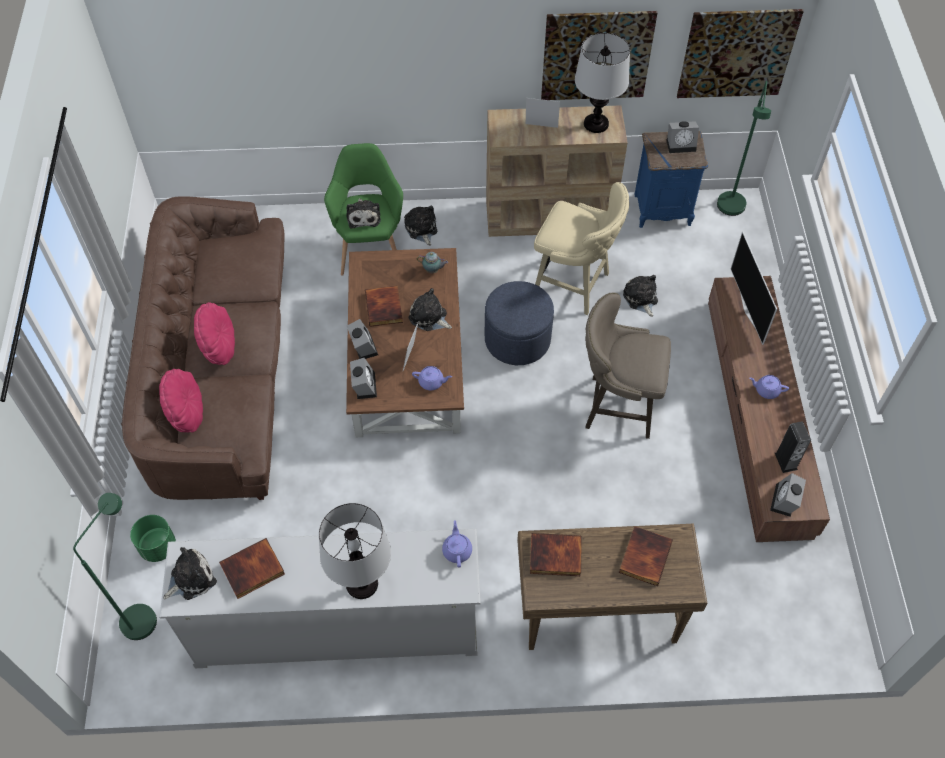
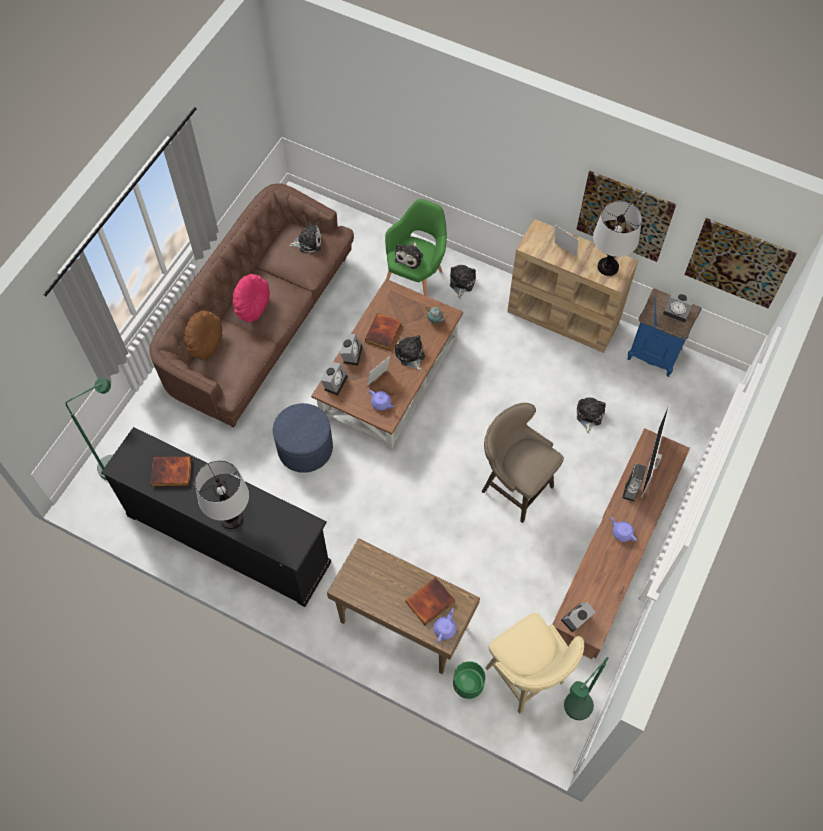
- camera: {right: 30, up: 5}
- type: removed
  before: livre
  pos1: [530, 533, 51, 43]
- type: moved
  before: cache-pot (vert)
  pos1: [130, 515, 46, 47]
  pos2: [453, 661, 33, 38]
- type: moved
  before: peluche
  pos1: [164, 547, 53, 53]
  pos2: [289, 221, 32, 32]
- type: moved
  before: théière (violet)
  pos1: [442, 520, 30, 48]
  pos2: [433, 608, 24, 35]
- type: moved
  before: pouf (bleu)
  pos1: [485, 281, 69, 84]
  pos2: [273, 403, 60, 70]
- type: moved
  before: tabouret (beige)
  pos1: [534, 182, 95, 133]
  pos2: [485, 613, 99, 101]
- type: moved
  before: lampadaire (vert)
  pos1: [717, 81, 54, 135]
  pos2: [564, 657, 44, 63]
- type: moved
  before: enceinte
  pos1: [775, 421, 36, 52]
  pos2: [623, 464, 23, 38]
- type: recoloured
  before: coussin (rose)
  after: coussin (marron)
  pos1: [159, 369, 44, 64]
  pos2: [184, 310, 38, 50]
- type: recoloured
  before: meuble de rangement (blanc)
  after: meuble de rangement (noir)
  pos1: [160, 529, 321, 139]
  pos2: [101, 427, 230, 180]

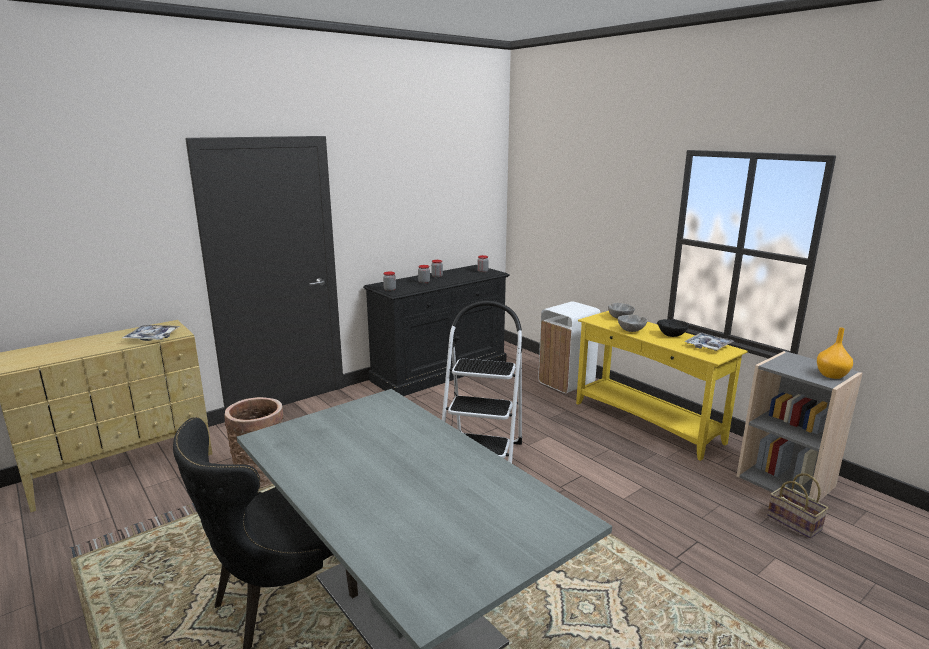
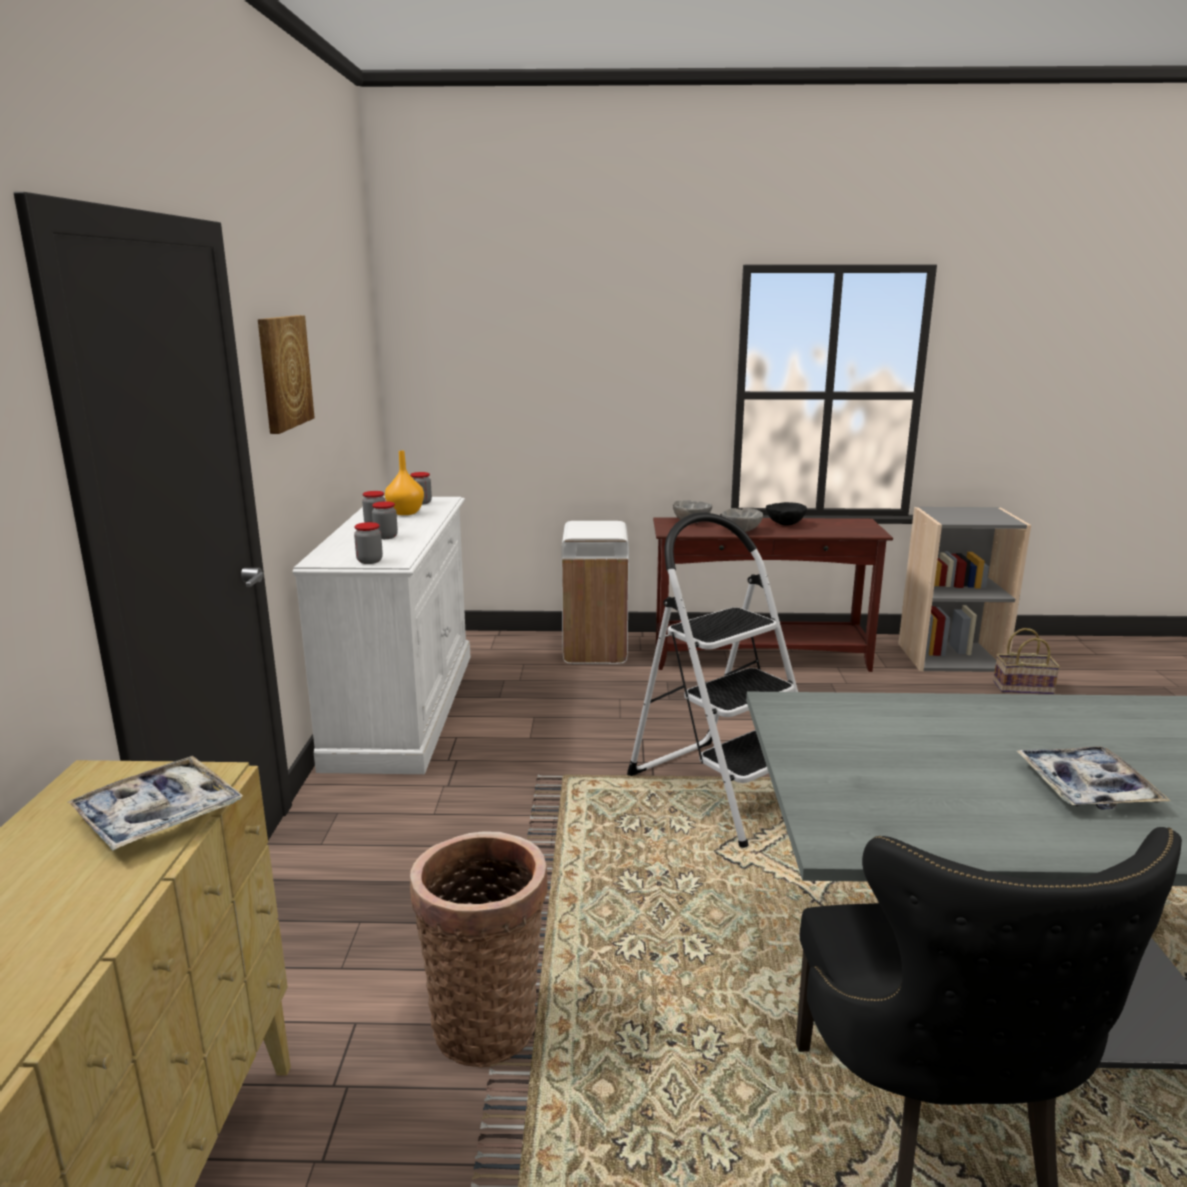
- camera: {right: -50, up: 0}
- type: added
  after: tableau
  pos2: [258, 315, 57, 119]
- type: moved
  before: plateau
  pos1: [684, 333, 50, 18]
  pos2: [1017, 746, 154, 64]
- type: moved
  before: vase (orange)
  pos1: [817, 327, 36, 52]
  pos2: [385, 451, 39, 64]
- type: recoloured
  before: meuble de rangement (noir)
  after: meuble de rangement (blanc)
  pos1: [363, 265, 147, 131]
  pos2: [293, 496, 177, 278]
- type: recoloured
  before: table console (jaune)
  after: table console (marron)
  pos1: [576, 311, 172, 150]
  pos2: [653, 517, 240, 155]

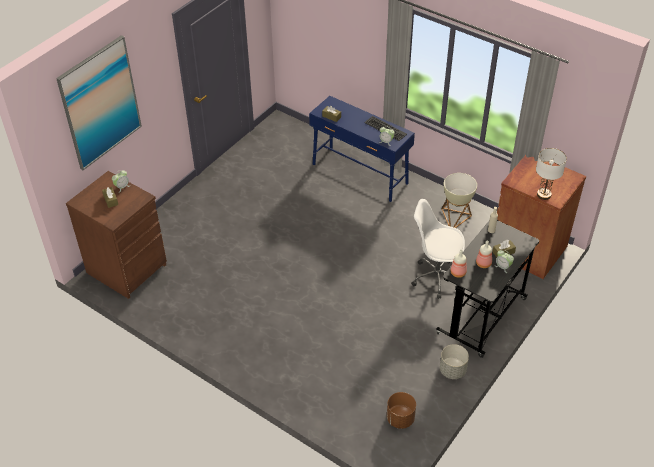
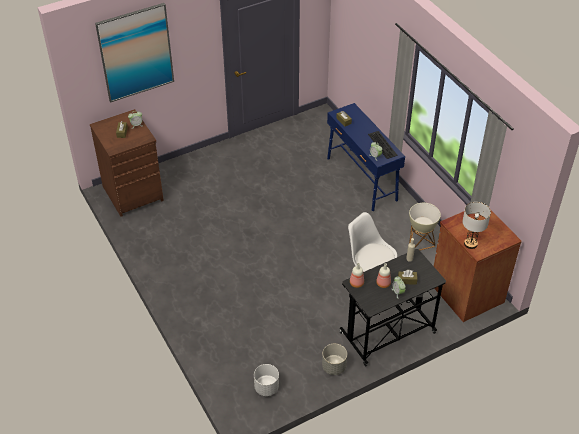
- camera: {right: 25, up: 0}
- type: recoloured
  before: cache-pot (marron)
  after: cache-pot (blanc)
  pos1: [387, 392, 29, 37]
  pos2: [254, 364, 25, 32]

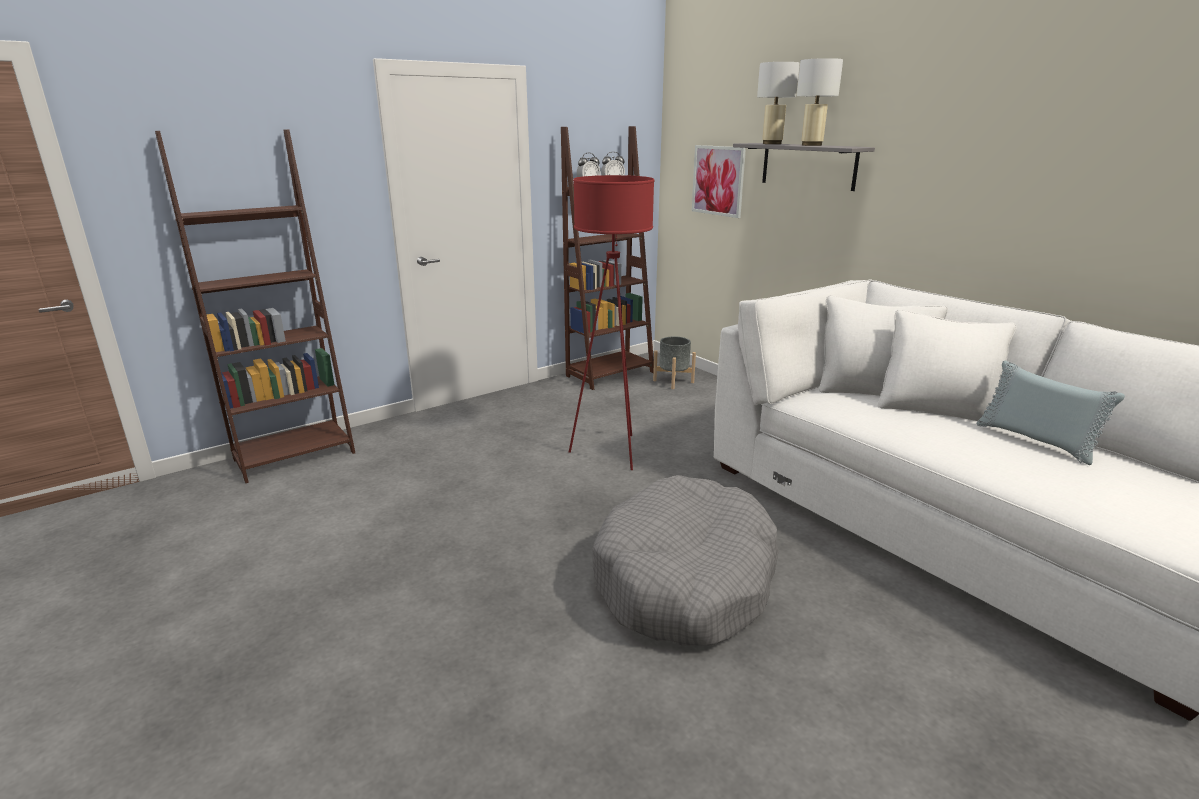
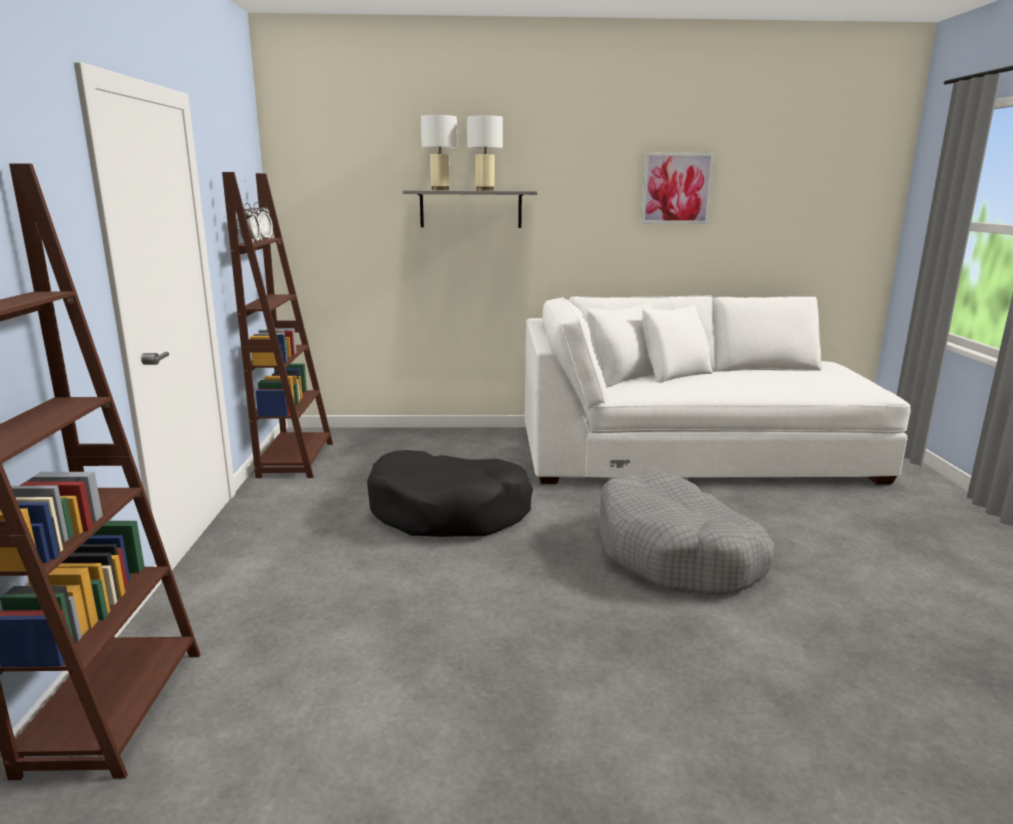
- camera: {right: -55, up: -5}
- type: removed
  before: cache-pot (gris)
  pos1: [653, 336, 43, 53]
- type: removed
  before: coussin (bleu)
  pos1: [977, 361, 148, 104]
- type: moved
  before: tableau
  pos1: [692, 145, 54, 73]
  pos2: [641, 152, 74, 72]
- type: replaced
  before: lampadaire (rouge)
  after: panier pour chien (noir)
  pos1: [569, 175, 85, 295]
  pos2: [367, 450, 166, 87]

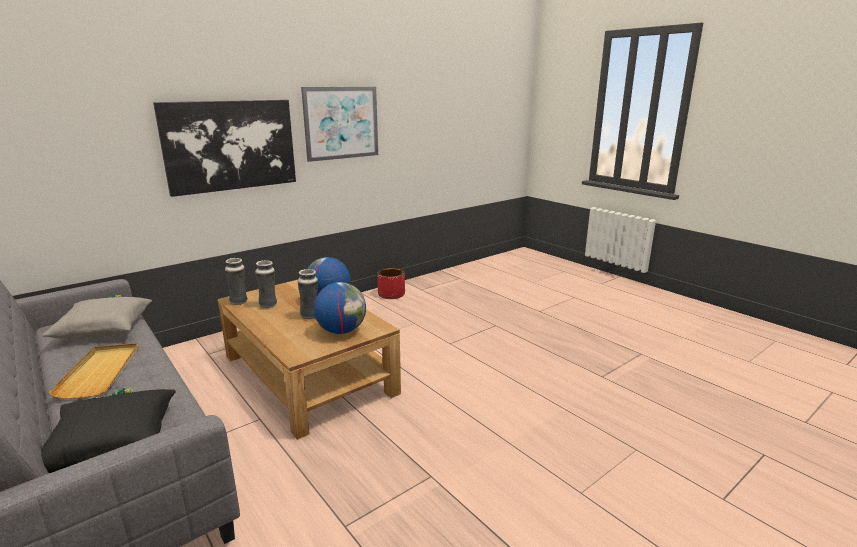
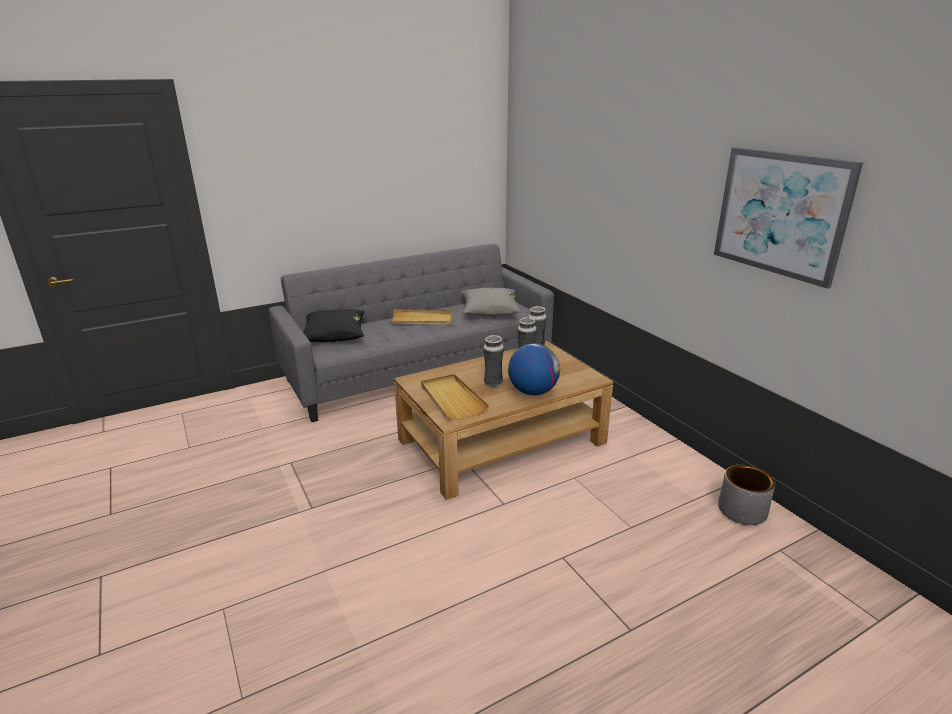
- camera: {right: 100, up: 5}
- type: removed
  before: tableau
  pos1: [153, 100, 143, 97]
- type: replaced
  before: globe
  after: plateau (beige)
  pos1: [314, 282, 52, 52]
  pos2: [421, 374, 68, 46]
- type: recoloured
  before: cache-pot (rouge)
  after: cache-pot (gris)
  pos1: [377, 268, 28, 31]
  pos2: [718, 465, 57, 60]

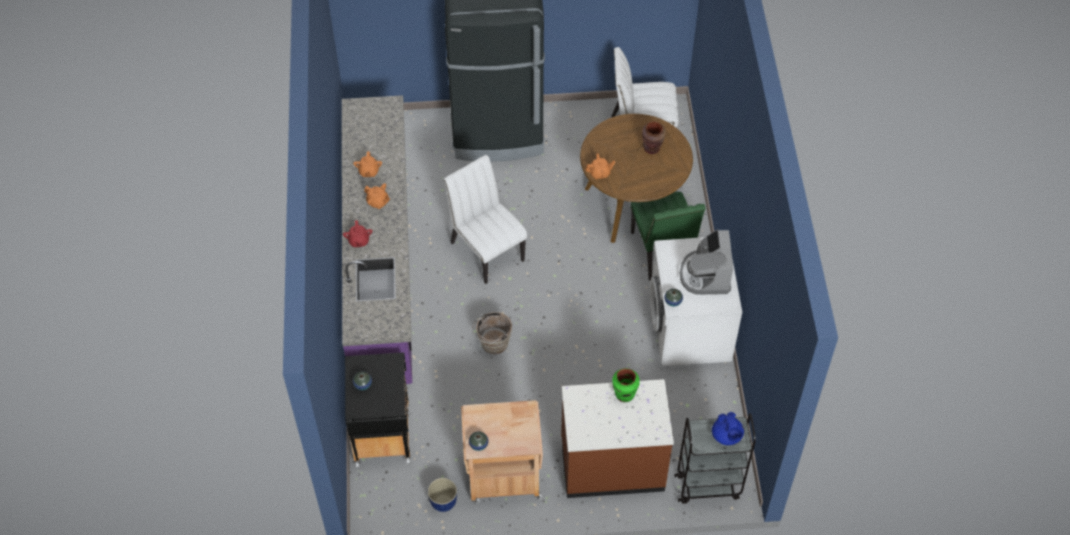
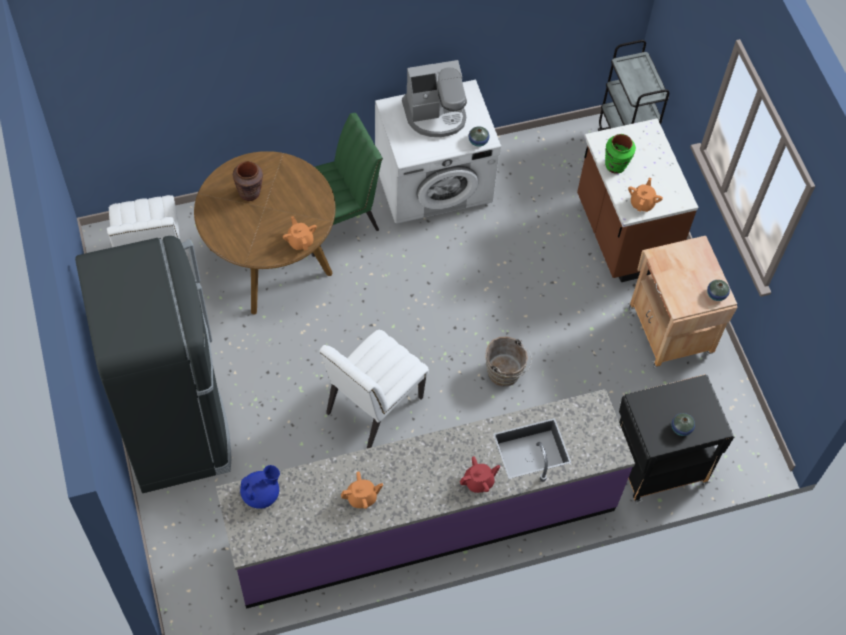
- camera: {right: -105, up: 5}
- type: removed
  before: cache-pot
  pos1: [427, 478, 30, 34]
- type: moved
  before: théière (orange)
  pos1: [364, 183, 26, 26]
  pos2: [628, 178, 35, 34]
- type: moved
  before: théière (bleu)
  pos1: [712, 412, 32, 33]
  pos2: [240, 465, 40, 44]

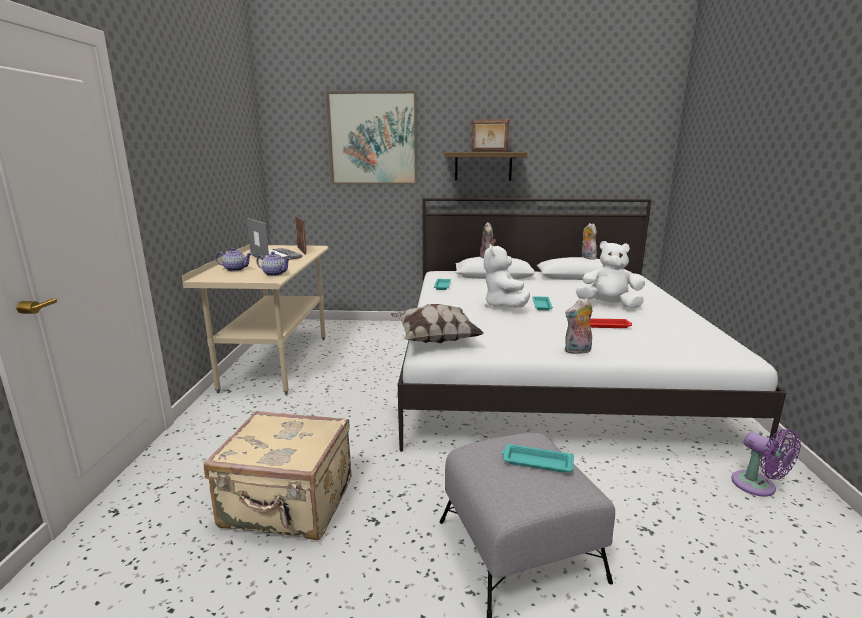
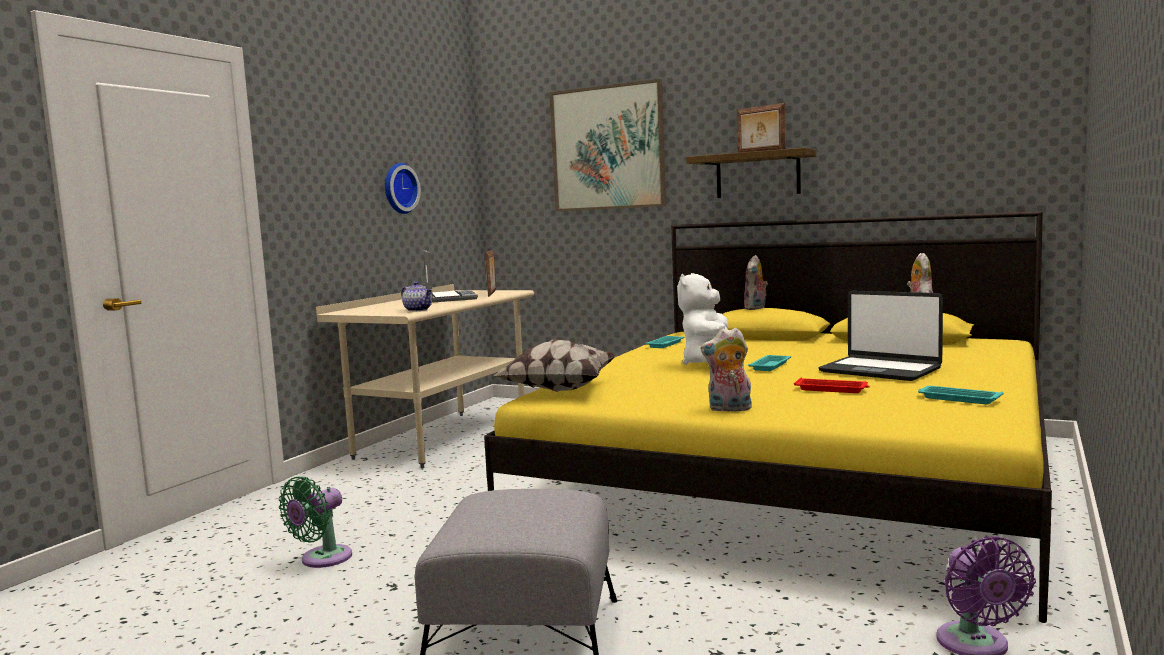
- camera: {right: 25, up: -10}
- type: removed
  before: théière
  pos1: [216, 248, 36, 23]
- type: added
  after: horloge murale
  pos2: [385, 163, 36, 51]
- type: moved
  before: plateau (turquoise)
  pos1: [501, 444, 73, 29]
  pos2: [918, 386, 85, 18]
- type: replaced
  before: valise (beige)
  after: ventilateur (vert)
  pos1: [204, 411, 147, 129]
  pos2: [279, 477, 73, 91]
- type: replaced
  before: peluche (blanc)
  after: ordinateur portable
  pos1: [576, 241, 69, 67]
  pos2: [819, 291, 124, 90]
- type: recoloured
  before: lit (blanc)
  after: lit (jaune)
  pos1: [398, 198, 389, 261]
  pos2: [484, 211, 568, 412]

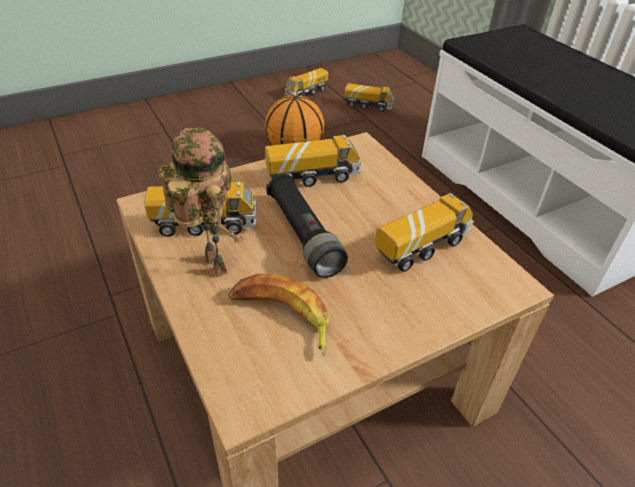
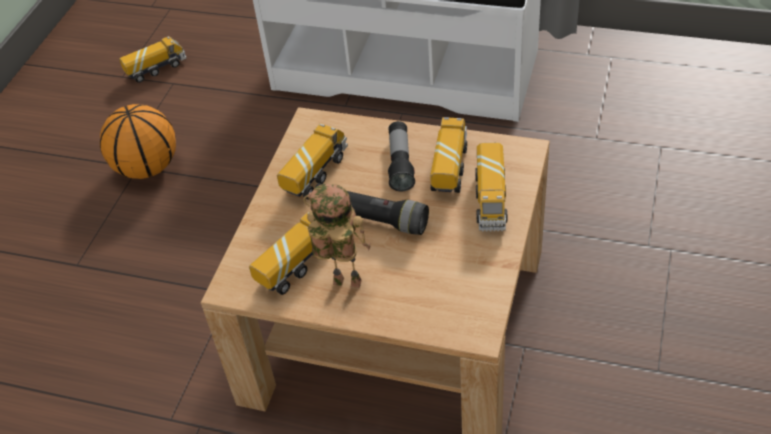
- camera: {right: -40, up: 5}
- type: removed
  before: banane
  pos1: [228, 274, 101, 82]
- type: added
  after: lampe de poche
  pos2: [388, 121, 27, 70]
- type: moved
  before: camion jouet
  pos1: [285, 68, 43, 28]
  pos2: [475, 143, 32, 89]

